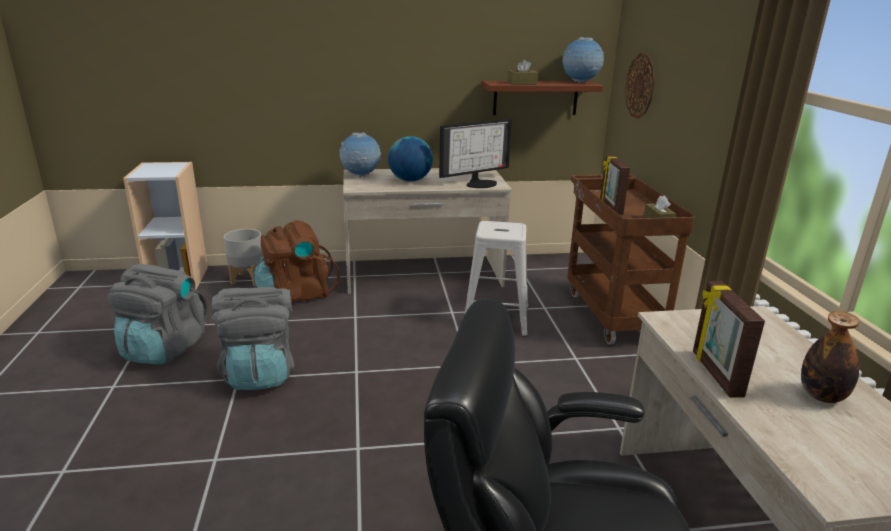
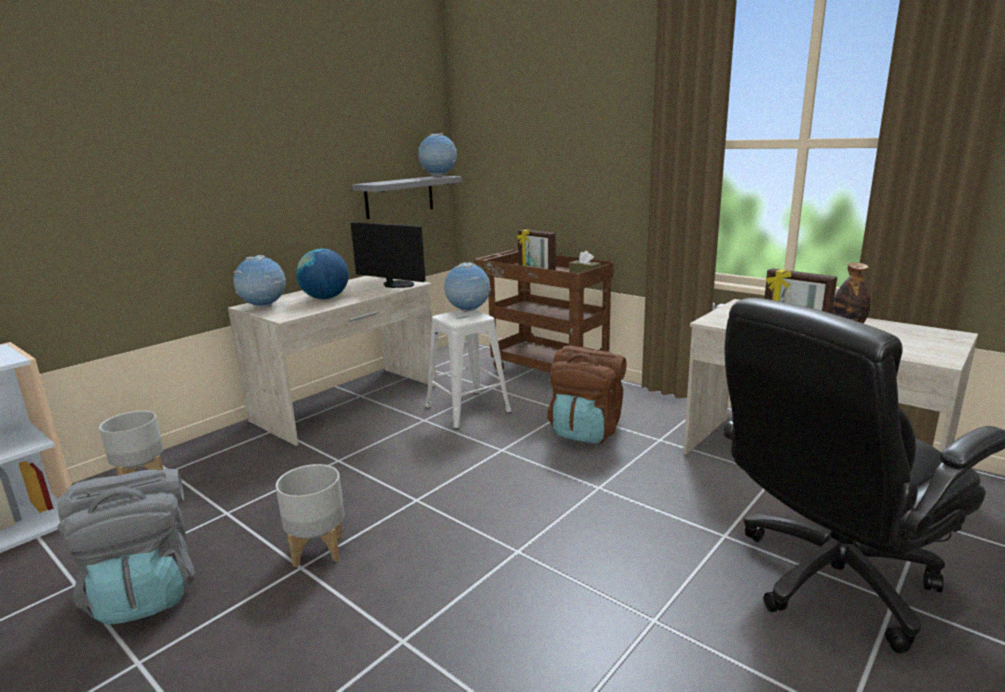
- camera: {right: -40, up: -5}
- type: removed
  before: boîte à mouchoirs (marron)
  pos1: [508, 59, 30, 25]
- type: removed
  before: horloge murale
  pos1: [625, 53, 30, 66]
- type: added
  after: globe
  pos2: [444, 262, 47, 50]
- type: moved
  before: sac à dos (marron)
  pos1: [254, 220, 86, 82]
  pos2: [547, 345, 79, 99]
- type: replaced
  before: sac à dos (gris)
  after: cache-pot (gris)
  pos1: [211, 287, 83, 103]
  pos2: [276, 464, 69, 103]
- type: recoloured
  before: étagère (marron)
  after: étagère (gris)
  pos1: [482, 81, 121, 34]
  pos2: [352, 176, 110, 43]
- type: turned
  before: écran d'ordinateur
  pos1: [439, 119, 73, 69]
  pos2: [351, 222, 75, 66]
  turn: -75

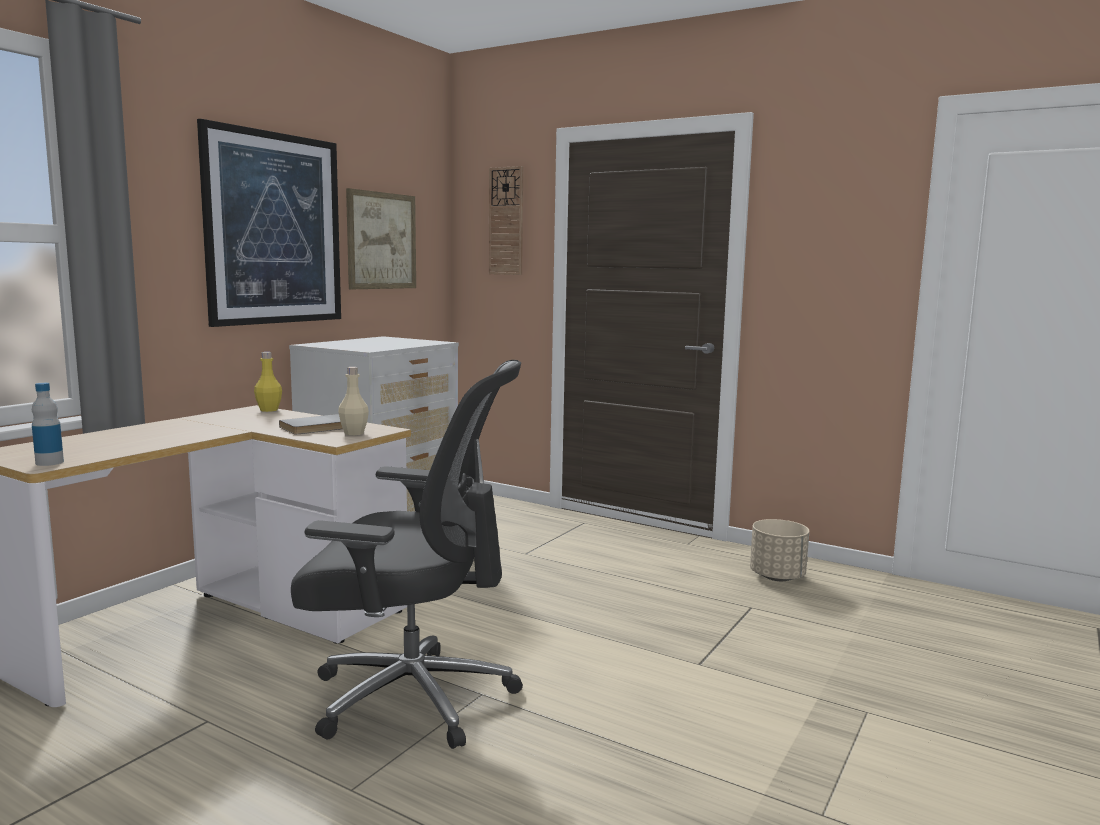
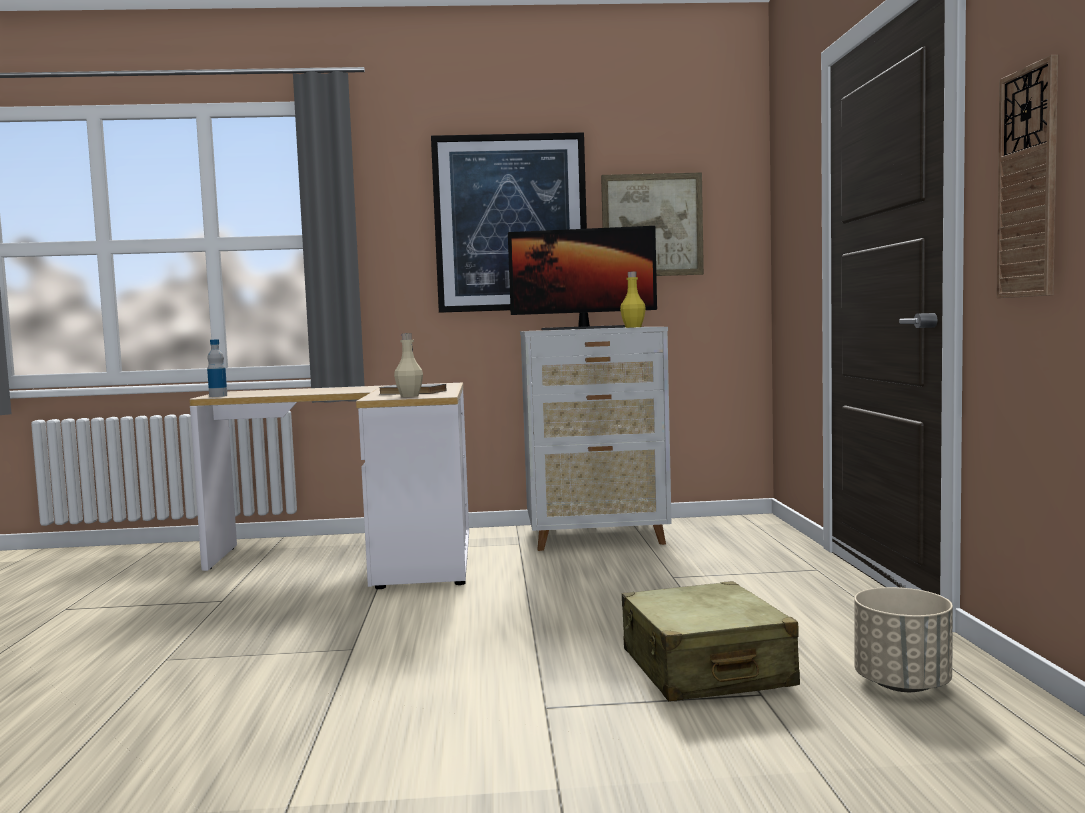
- camera: {right: 55, up: -5}
- type: removed
  before: chaise de bureau
  pos1: [291, 360, 232, 389]
- type: added
  after: écran d'ordinateur
  pos2: [508, 226, 149, 104]
- type: added
  after: valise (beige)
  pos2: [622, 581, 178, 120]
- type: moved
  before: bouteille (jaune)
  pos1: [254, 352, 28, 60]
  pos2: [620, 271, 26, 57]
- type: moved
  before: horloge murale
  pos1: [489, 166, 34, 109]
  pos2: [997, 55, 61, 243]

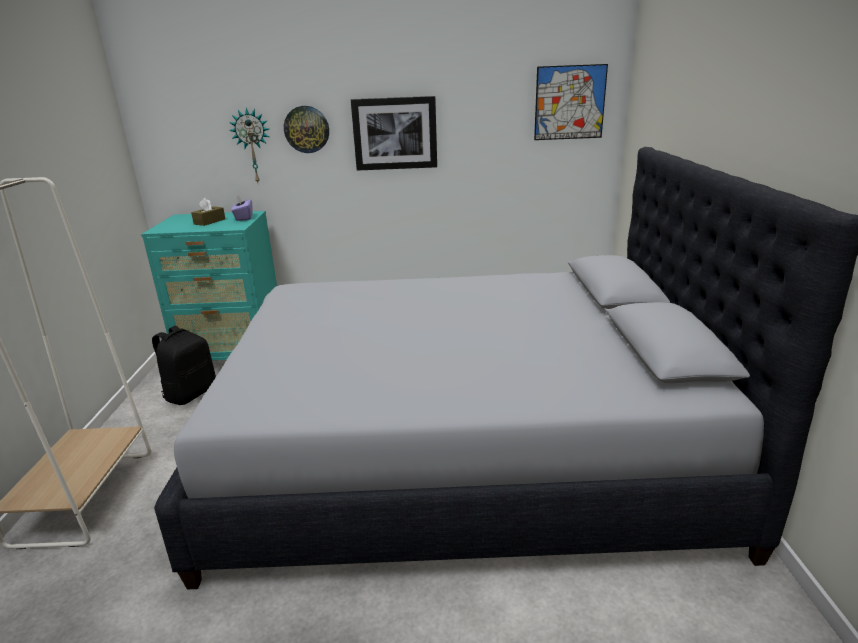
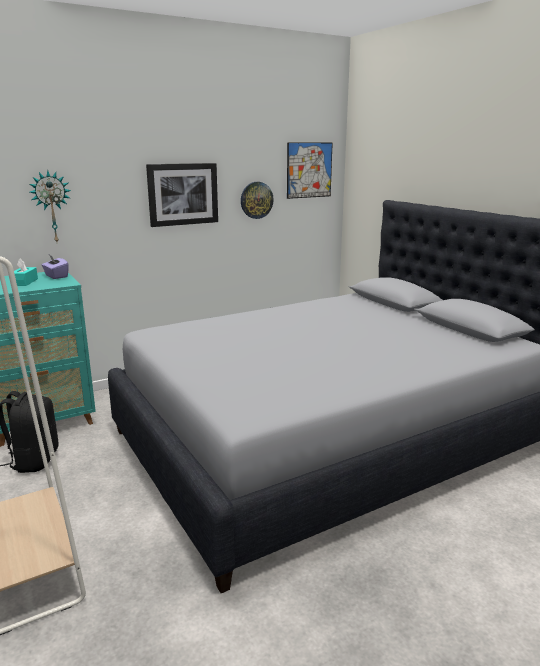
- camera: {right: -30, up: -5}
- type: moved
  before: horloge murale
  pos1: [284, 106, 45, 47]
  pos2: [241, 182, 33, 37]
- type: recoloured
  before: boîte à mouchoirs (marron)
  after: boîte à mouchoirs (turquoise)
  pos1: [191, 198, 34, 28]
  pos2: [14, 259, 24, 27]

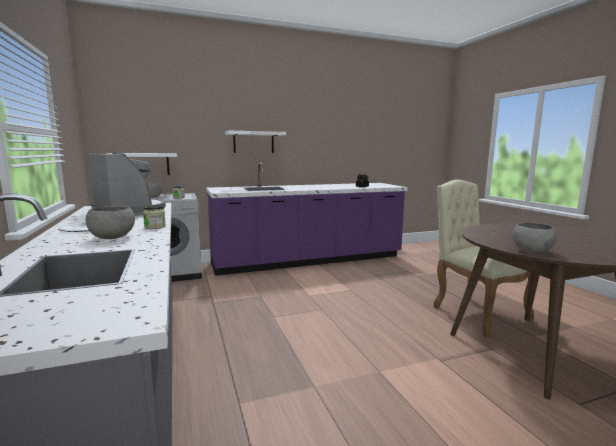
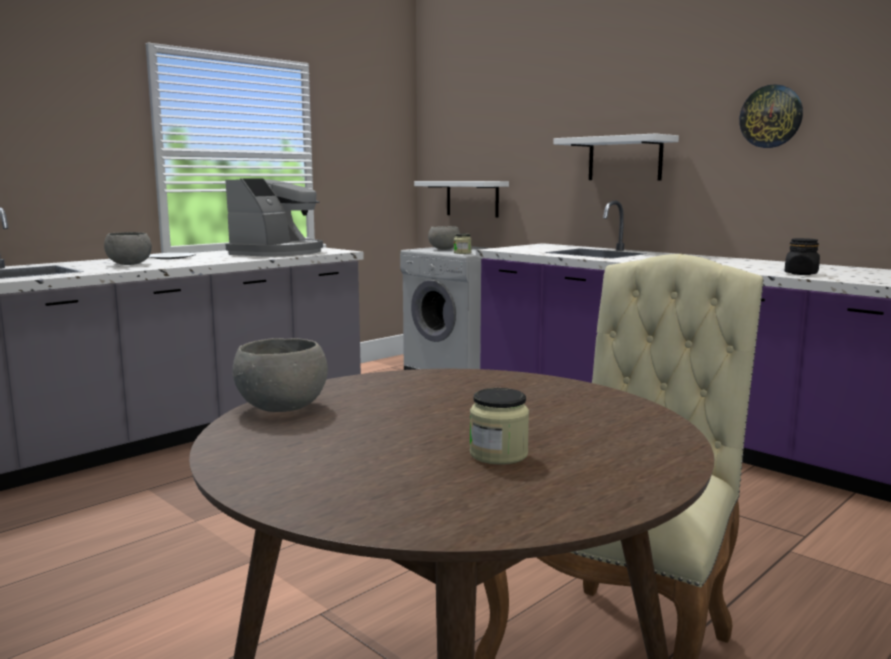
- camera: {right: 65, up: 0}
- type: added
  after: horloge murale
  pos2: [739, 84, 64, 64]
- type: moved
  before: bocal
  pos1: [143, 205, 23, 24]
  pos2: [470, 388, 59, 77]

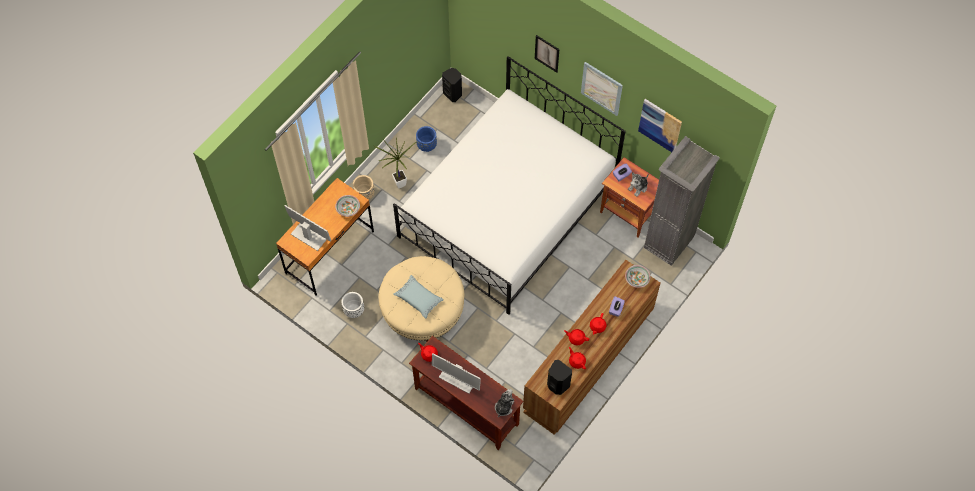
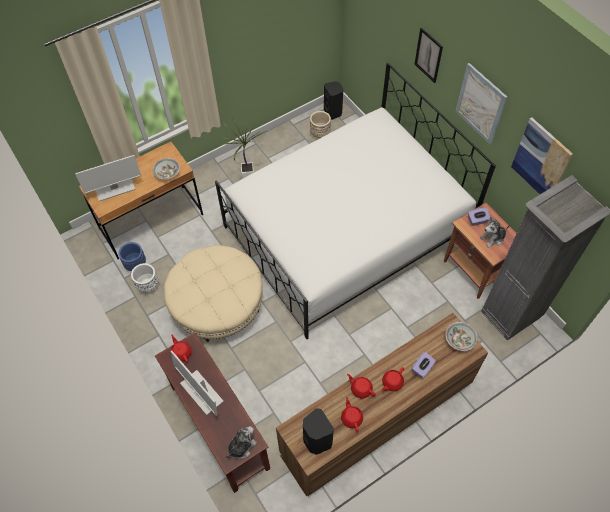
- camera: {right: 20, up: -5}
- type: removed
  before: coussin (bleu)
  pos1: [393, 275, 51, 44]
- type: moved
  before: cache-pot (beige)
  pos1: [353, 175, 22, 25]
  pos2: [310, 111, 21, 28]
- type: moved
  before: cache-pot (bleu)
  pos1: [416, 126, 21, 26]
  pos2: [118, 242, 28, 29]
- type: turned
  before: écran d'ordinateur
  pos1: [285, 205, 46, 46]
  pos2: [75, 155, 66, 47]
  turn: 105

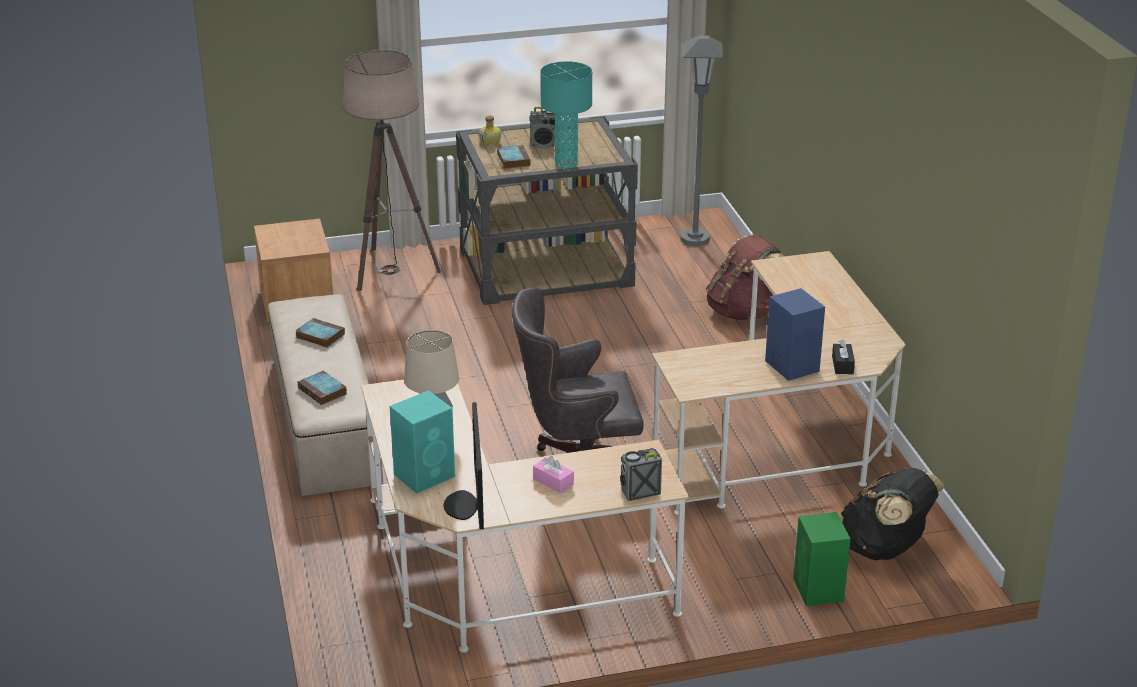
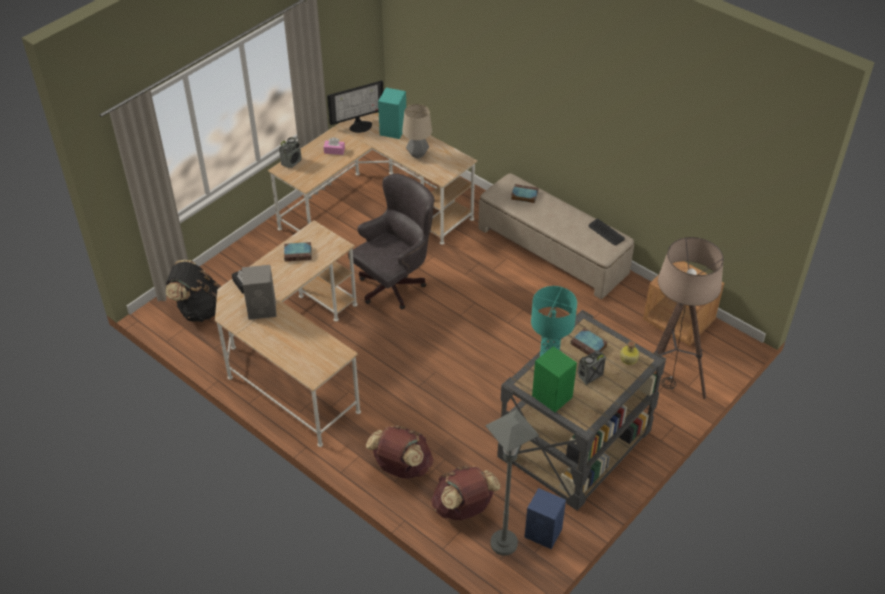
- camera: {right: 145, up: 15}
- type: added
  after: enceinte (gris)
  pos2: [242, 265, 35, 55]
- type: added
  after: sac à dos (marron)
  pos2: [431, 465, 69, 55]
- type: added
  after: clavier
  pos2: [588, 219, 37, 26]
- type: moved
  before: livre
  pos1: [295, 318, 50, 30]
  pos2: [284, 242, 28, 19]
- type: moved
  before: enceinte (bleu)
  pos1: [765, 288, 60, 93]
  pos2: [524, 488, 42, 61]
- type: moved
  before: enceinte (vert)
  pos1: [793, 512, 58, 94]
  pos2: [532, 346, 45, 66]
- type: turned
  before: écran d'ordinateur
  pos1: [444, 402, 40, 127]
  pos2: [327, 80, 57, 53]
  turn: 105

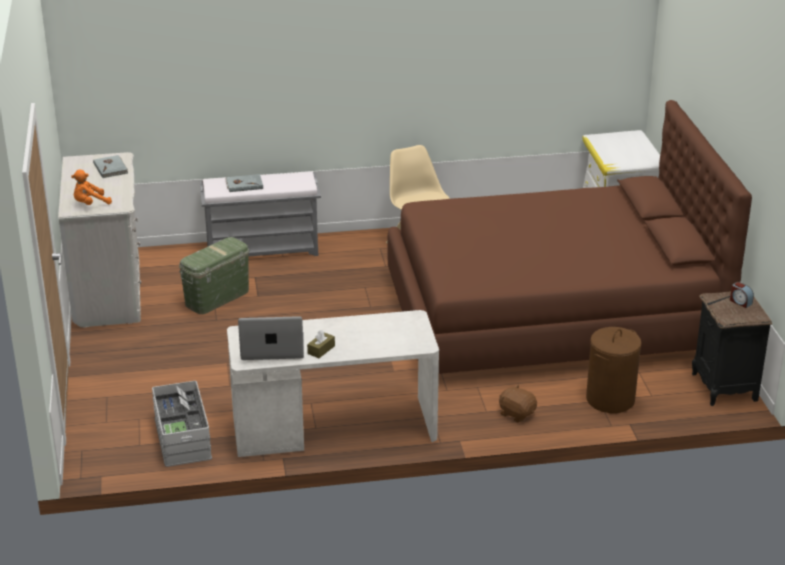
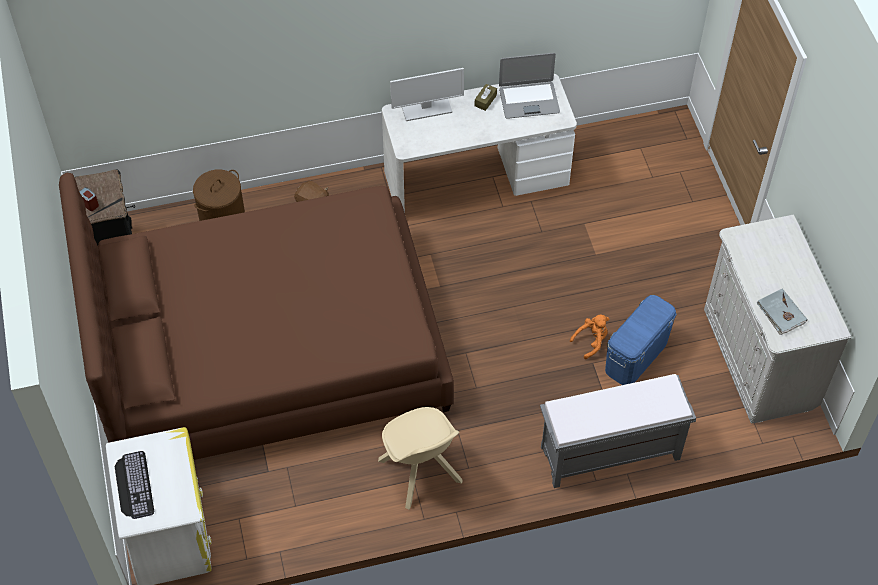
- camera: {right: 175, up: 25}
- type: removed
  before: boîte de rangement (gris)
  pos1: [152, 381, 60, 86]
- type: removed
  before: livre (gris)
  pos1: [225, 174, 38, 18]
- type: added
  after: clavier
  pos2: [115, 451, 39, 68]
- type: added
  after: écran d'ordinateur
  pos2: [390, 68, 74, 53]
- type: moved
  before: peluche (orange)
  pos1: [71, 170, 41, 35]
  pos2: [570, 315, 39, 44]
- type: recoloured
  before: boîte de rangement (vert)
  after: boîte de rangement (bleu)
  pos1: [179, 237, 70, 77]
  pos2: [605, 295, 71, 90]

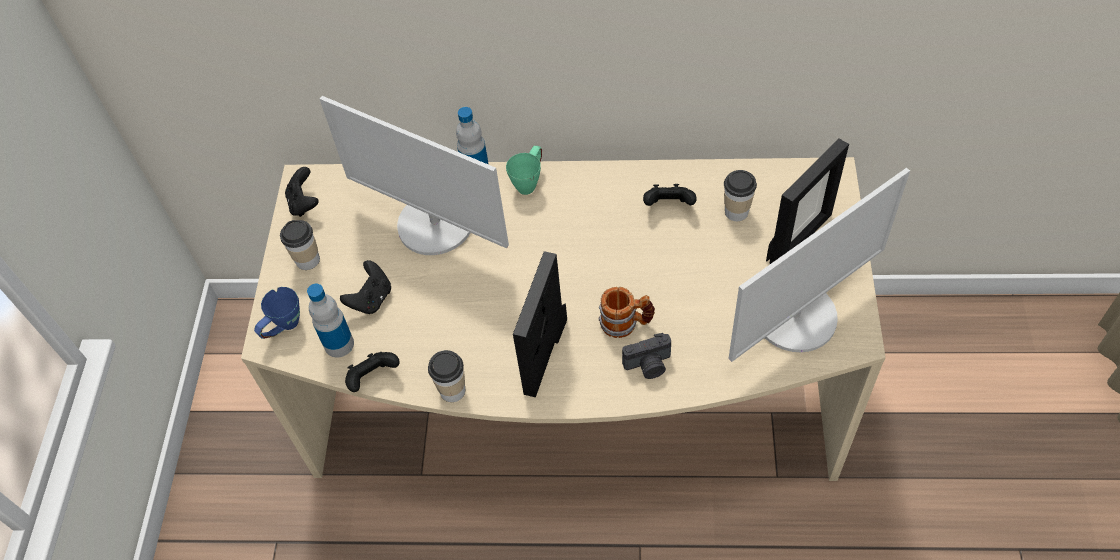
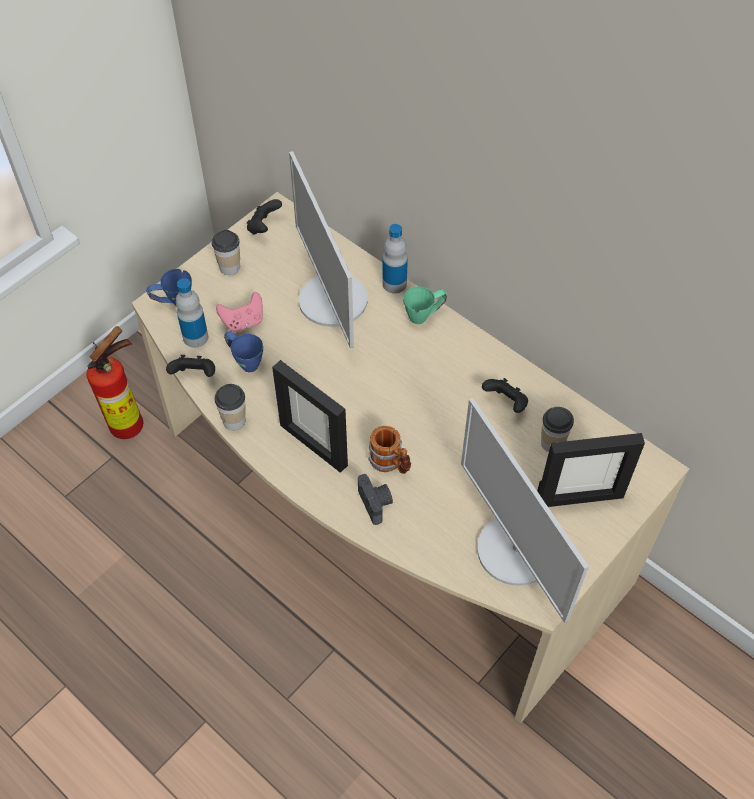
- camera: {right: 35, up: 0}
- type: added
  after: extincteur
  pos2: [87, 326, 56, 113]
- type: added
  after: mug (bleu)
  pos2: [224, 331, 39, 41]
- type: recoloured
  before: manette (noir)
  after: manette (rose)
  pos1: [340, 260, 51, 54]
  pos2: [216, 292, 47, 40]
- type: turned
  before: cadre photo
  pos1: [513, 251, 54, 146]
  pos2: [272, 360, 76, 113]
  turn: -105
- type: turned
  before: appareil photo
  pos1: [622, 333, 49, 46]
  pos2: [358, 474, 35, 51]
  turn: -135
- type: turned
  before: écran d'ordinateur
  pos1: [728, 168, 182, 194]
  pos2: [461, 398, 128, 225]
  turn: 60

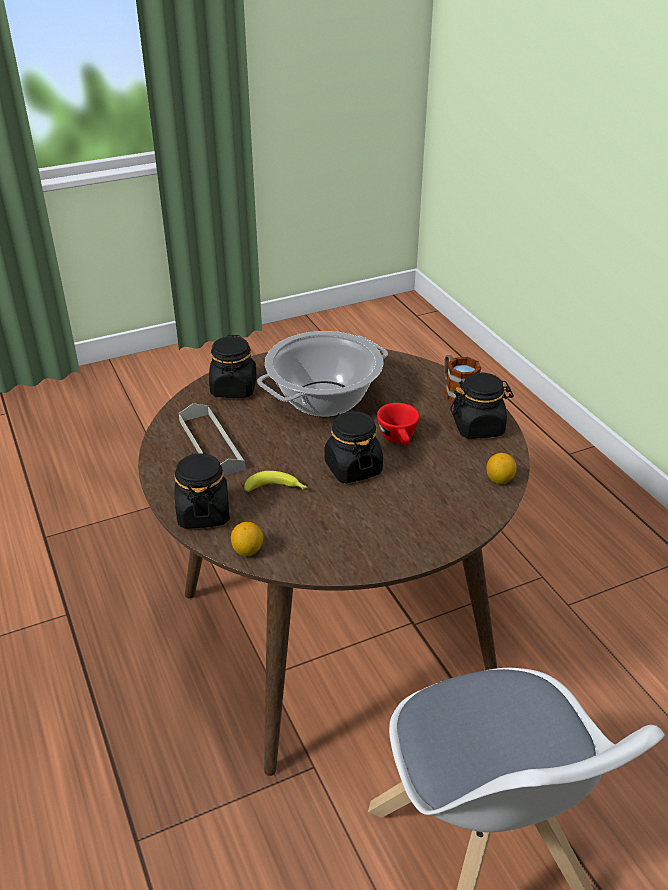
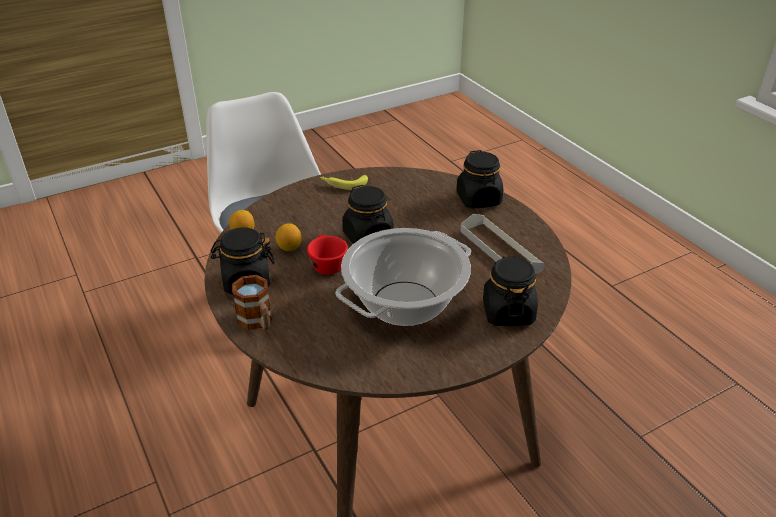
- camera: {right: 175, up: 0}
- type: moved
  before: citron
  pos1: [231, 522, 32, 34]
  pos2: [276, 223, 26, 28]
- type: moved
  before: banane
  pos1: [244, 471, 63, 21]
  pos2: [320, 175, 48, 15]

